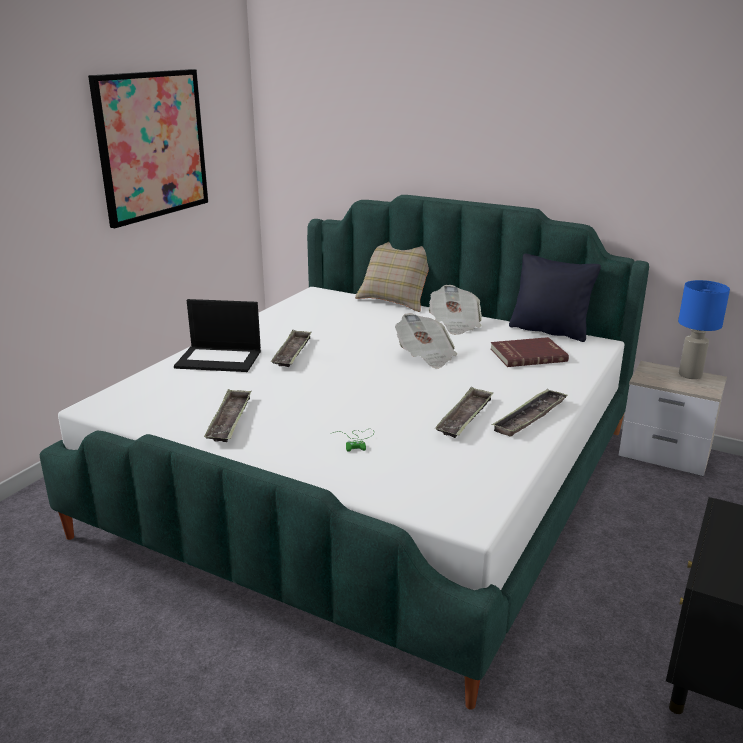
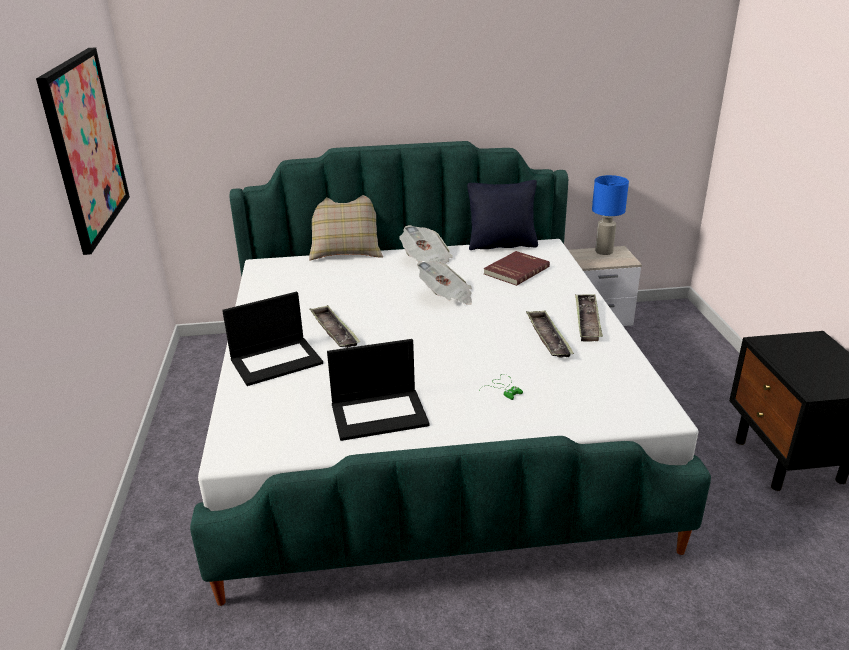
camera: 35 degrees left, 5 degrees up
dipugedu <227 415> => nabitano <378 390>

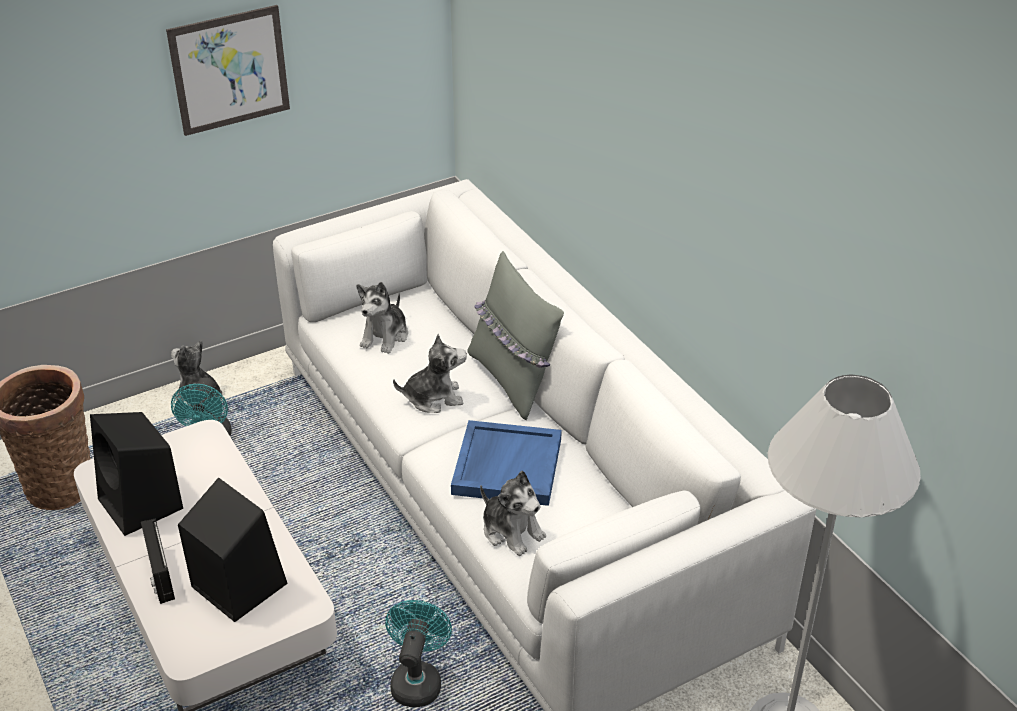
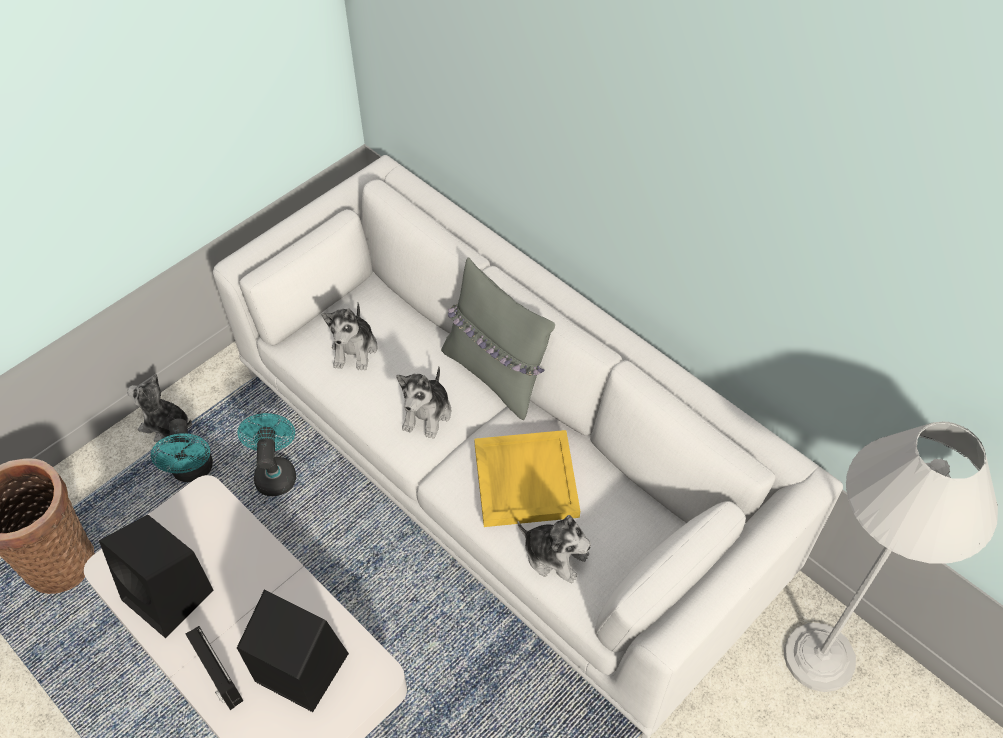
camera: 15 degrees left, 15 degrees up
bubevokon <228 70> => nothing
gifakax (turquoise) <418 653> => gifakax (turquoise) <266 454>, shifted
dipugedu (blue) <506 463> => dipugedu (yellow) <527 478>
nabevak <430 373> => nabevak <423 402>, 135 degrees clockwise

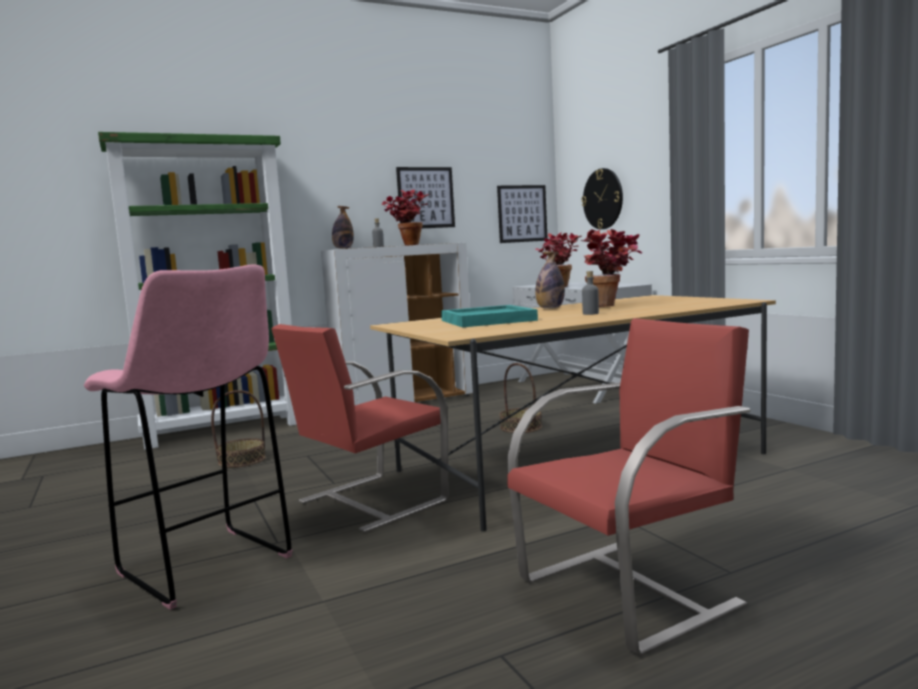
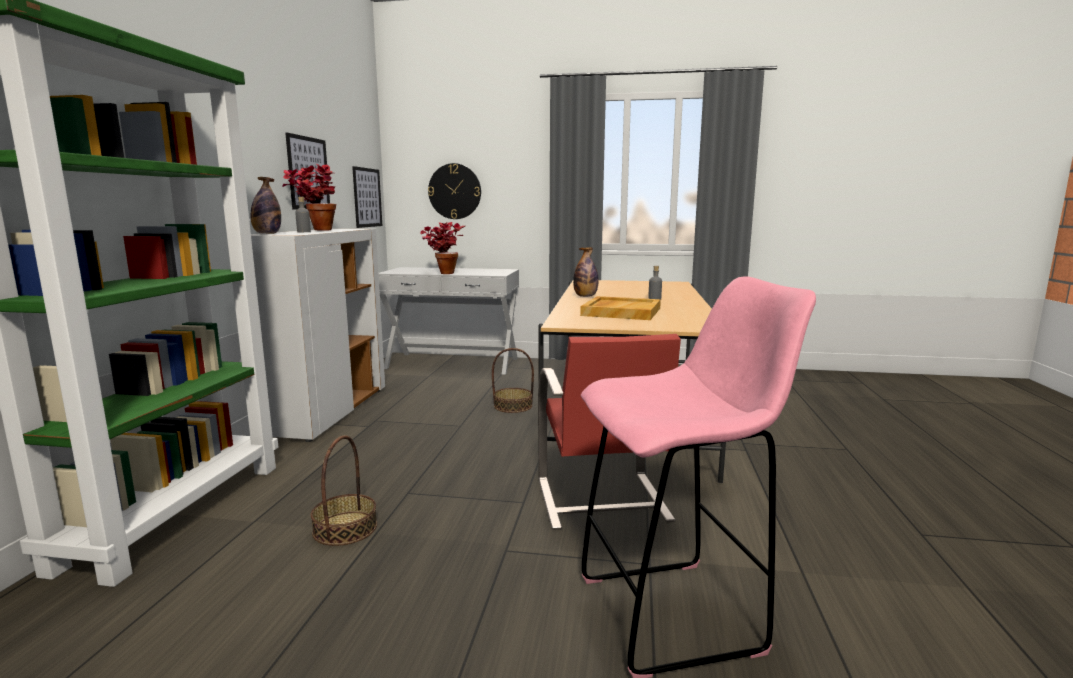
camera: 55 degrees left, 5 degrees up
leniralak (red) <628 487> => nothing
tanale <611 268> => nothing
dipugedu (turquoise) <489 316> => dipugedu (beige) <620 308>

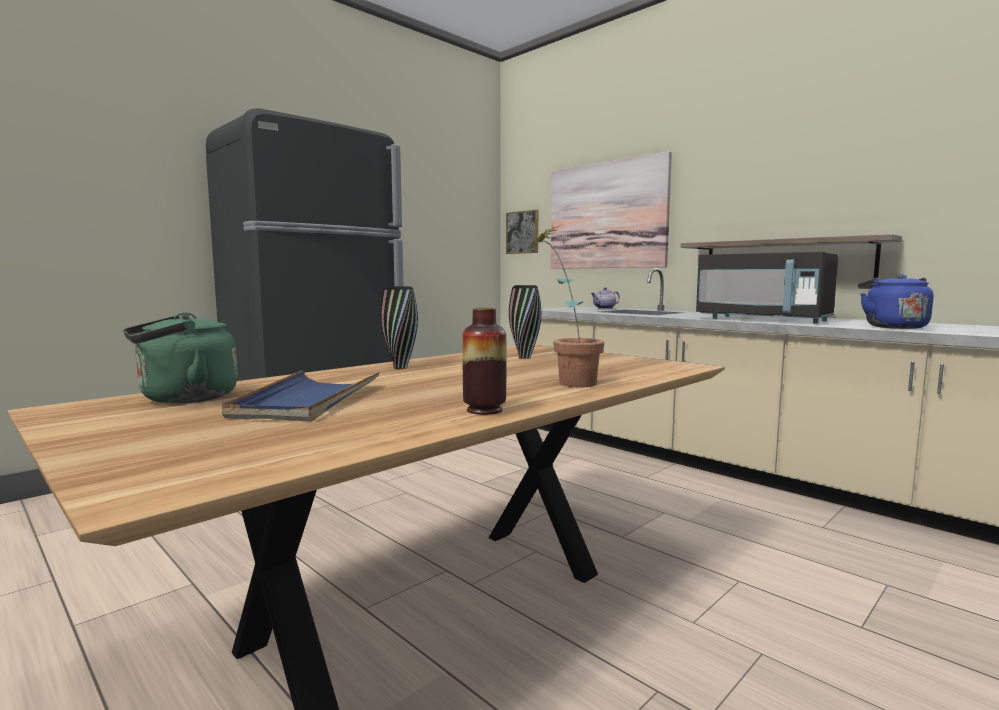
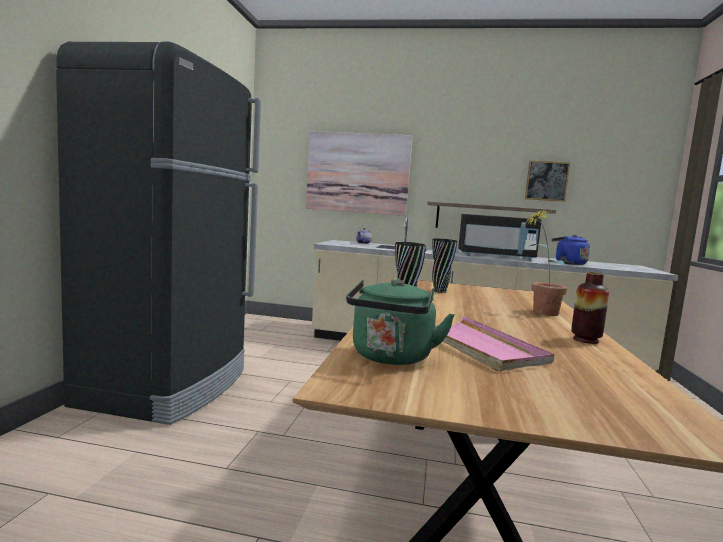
camera: 35 degrees left, 0 degrees up
bubevokon <522 231> => bubevokon <547 181>, shifted
dipugedu (blue) <301 395> => dipugedu (pink) <498 344>

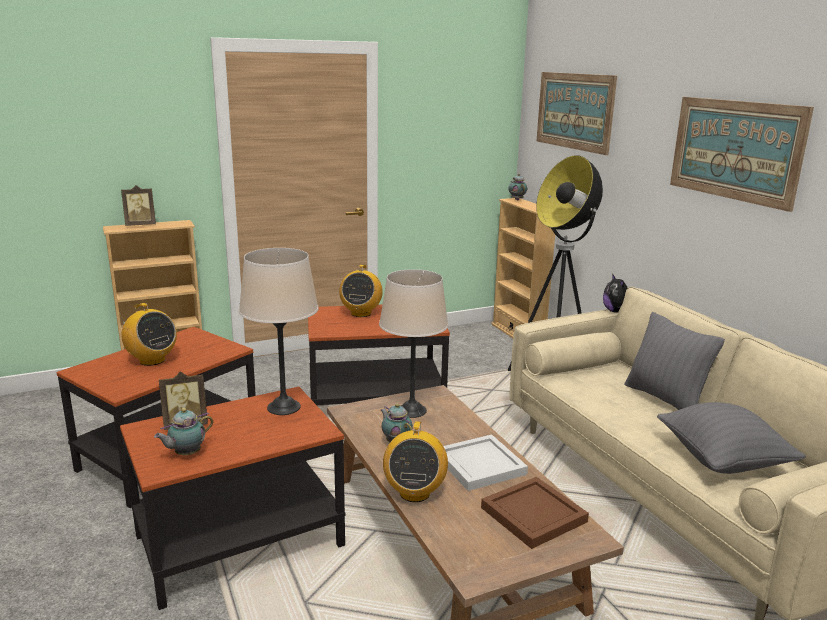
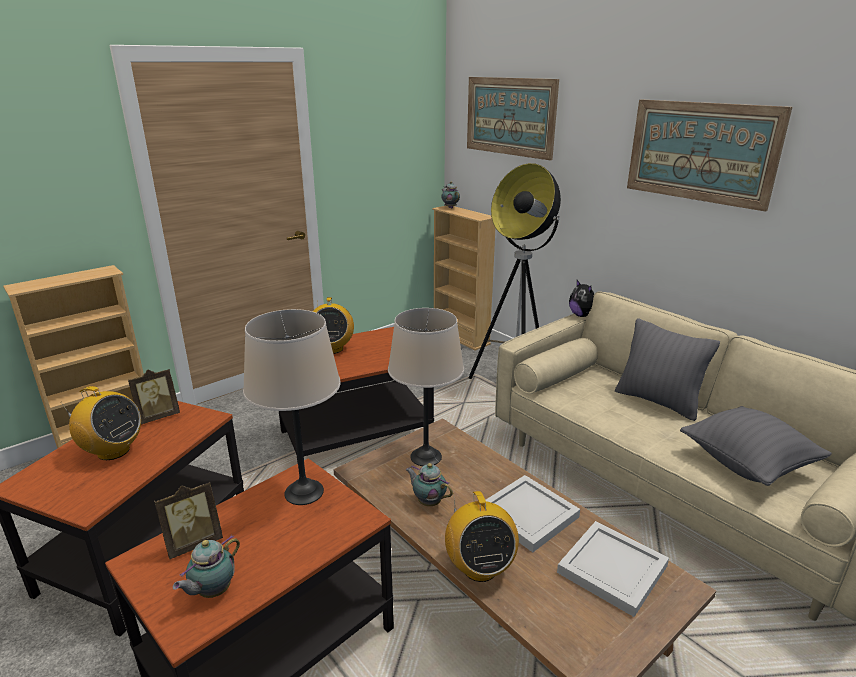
camera: 15 degrees left, 5 degrees up
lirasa <138 205> => lirasa <154 396>, shifted
dipugedu (brown) <535 513> => dipugedu (white) <613 569>

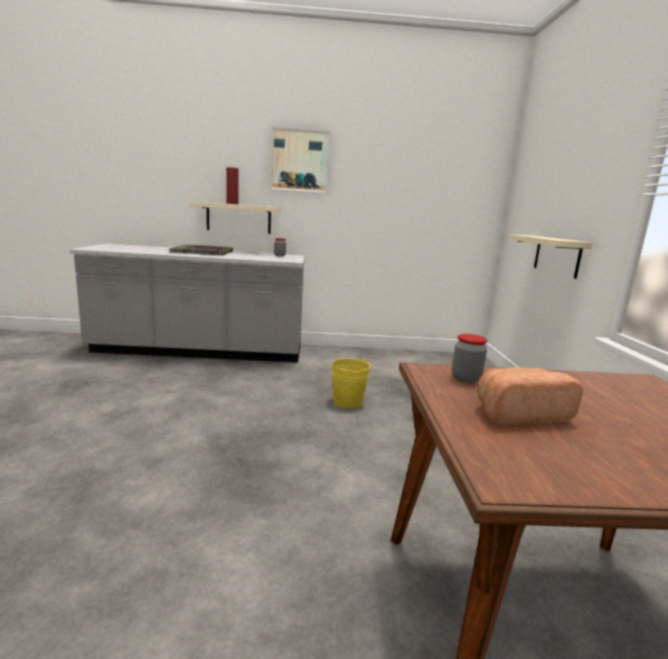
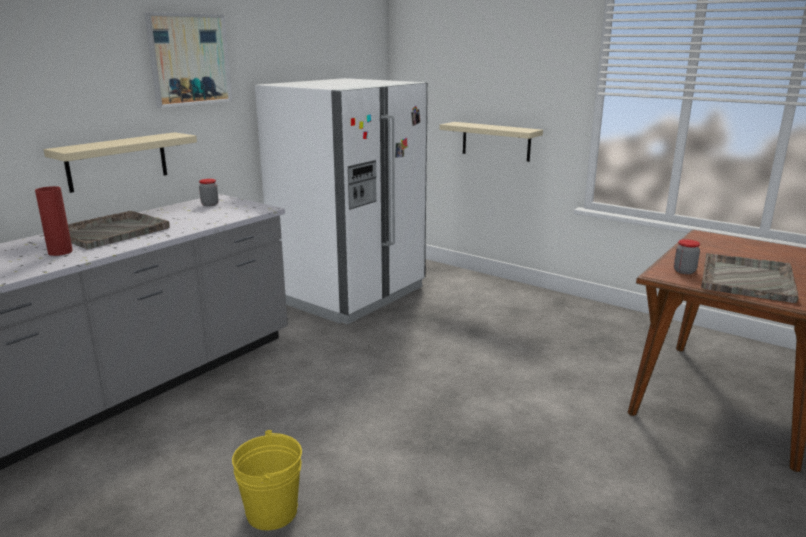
camera: 50 degrees left, 5 degrees up
nothing => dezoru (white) <341 201>
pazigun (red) <232 185> => pazigun (red) <54 221>, shifted
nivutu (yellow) <351 383> => nivutu (yellow) <267 480>, shifted
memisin <530 396> => dipugedu (grey) <750 278>

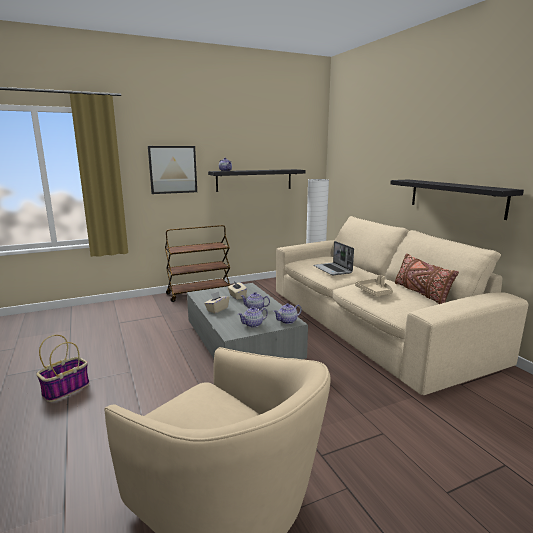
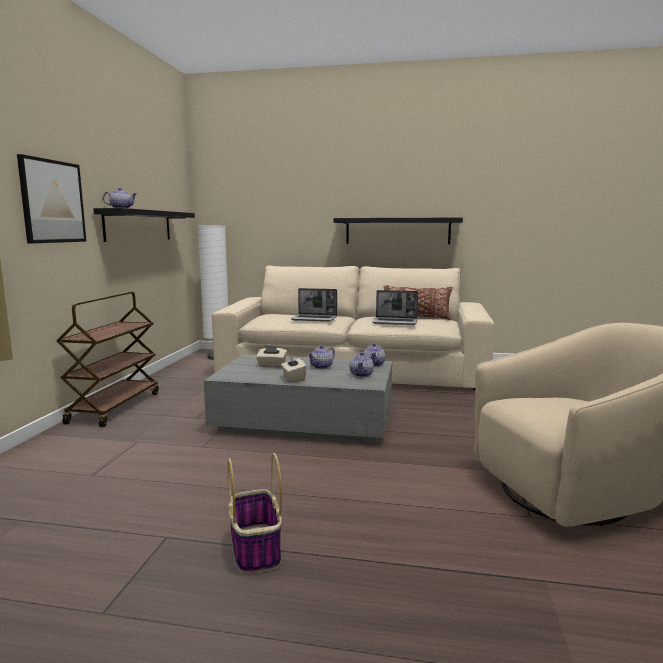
camera: 55 degrees left, 5 degrees down
dipugedu (beige) <374 285> => nabitano <395 307>

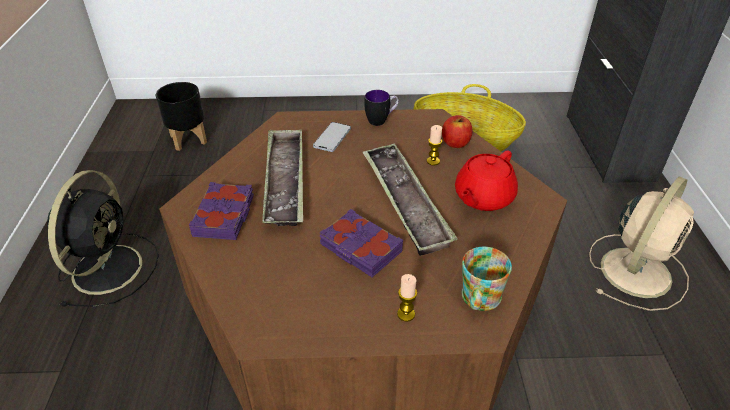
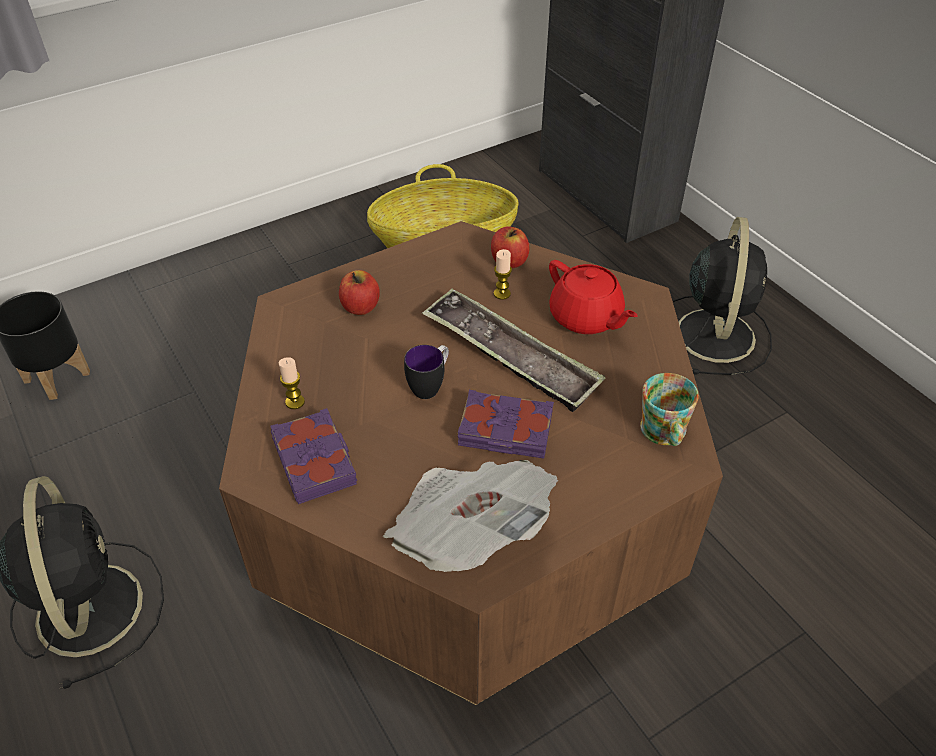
camera: 30 degrees left, 5 degrees up
dipugedu <282 177> => nothing
nothing => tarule <470 516>
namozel <381 108> => namozel <426 372>, shifted
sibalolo <407 298> => sibalolo <292 383>, shifted
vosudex <332 137> => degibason <359 292>
gifakax (beige) <641 243> => gifakax (black) <722 296>
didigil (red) <486 180> => didigil (red) <593 297>, 45 degrees counterclockwise

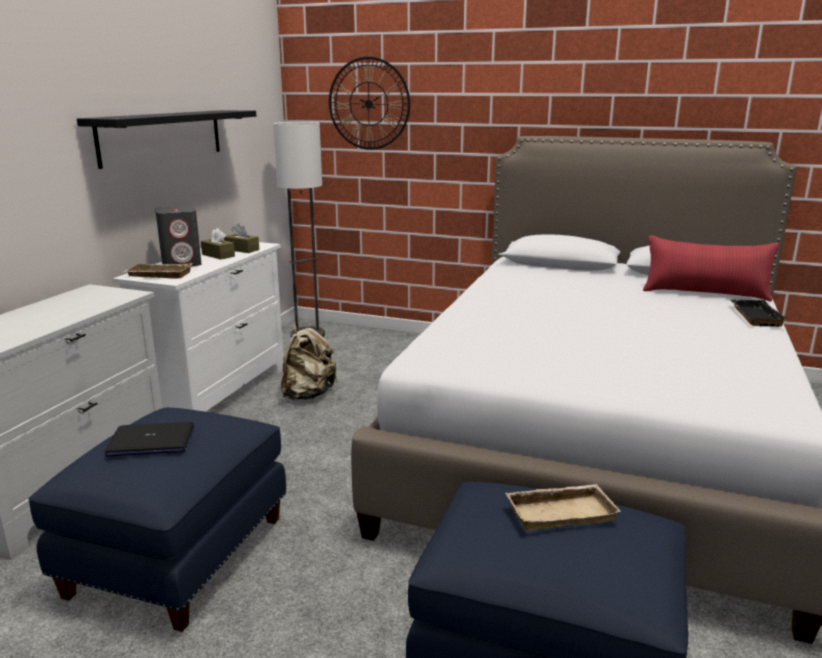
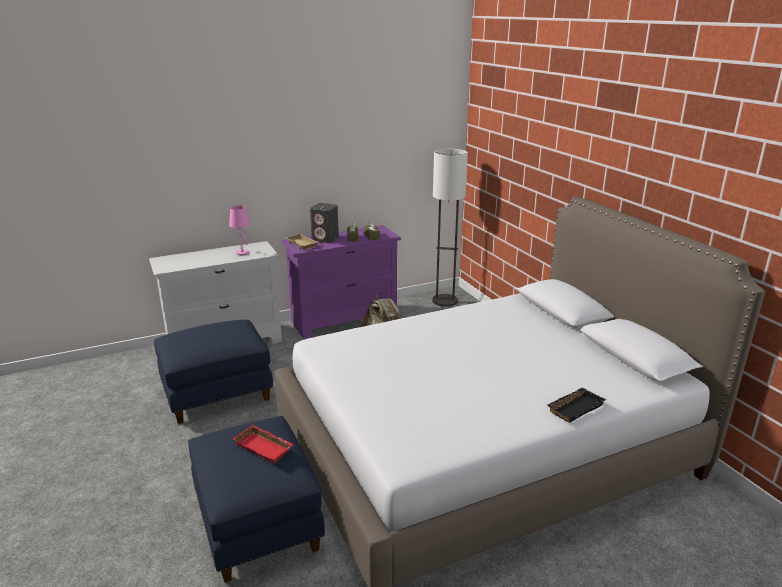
camera: 45 degrees right, 5 degrees up
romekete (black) <166 139> => nothing
nabitano <149 439> => nothing
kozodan <369 103> => nothing
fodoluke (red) <711 268> => nothing
nothing => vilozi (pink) <239 230>
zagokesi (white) <198 327> => zagokesi (purple) <341 282>
dipugedu (beige) <563 507> => dipugedu (red) <263 444>

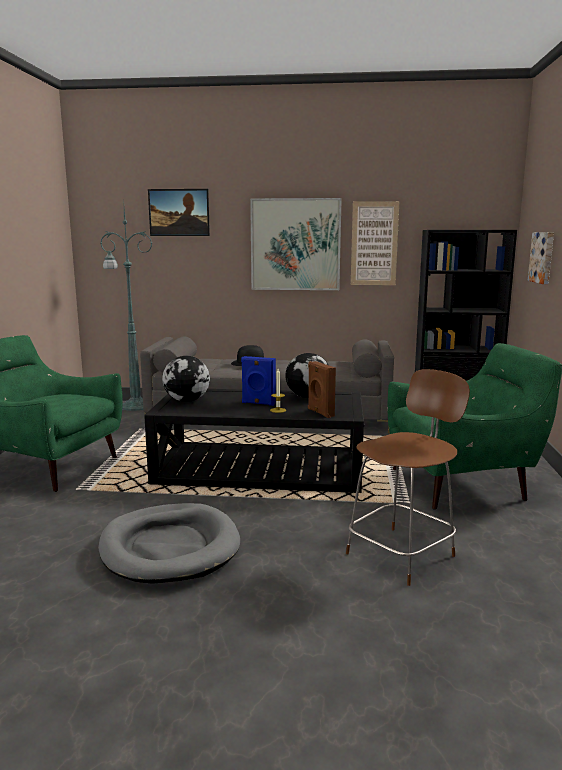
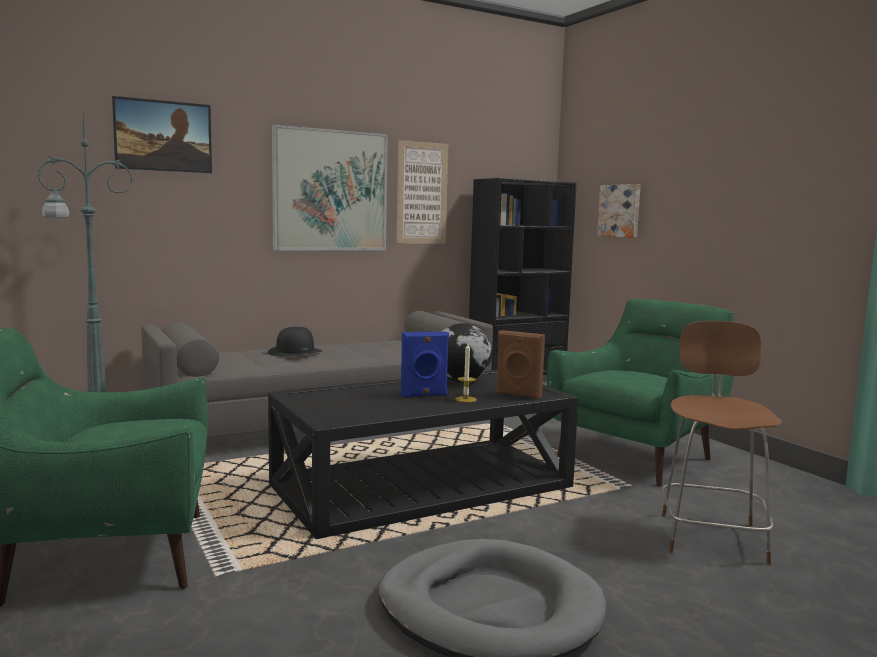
camera: 35 degrees left, 5 degrees down
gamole <186 379> => nothing

